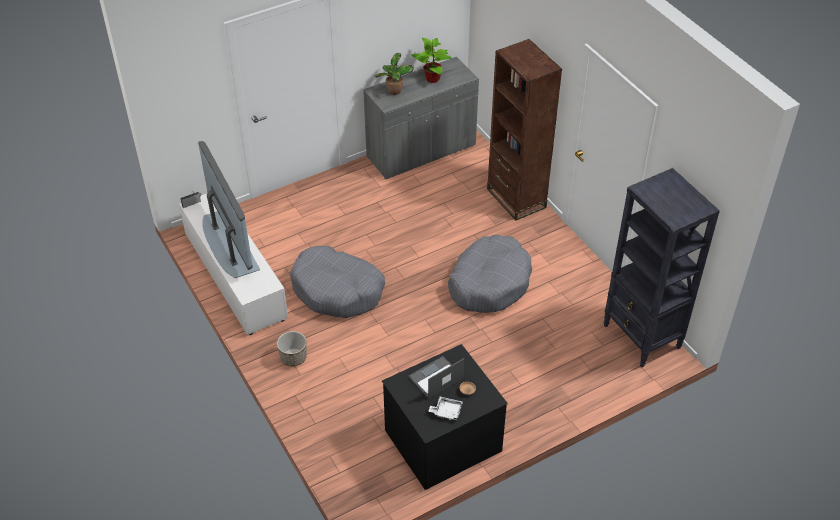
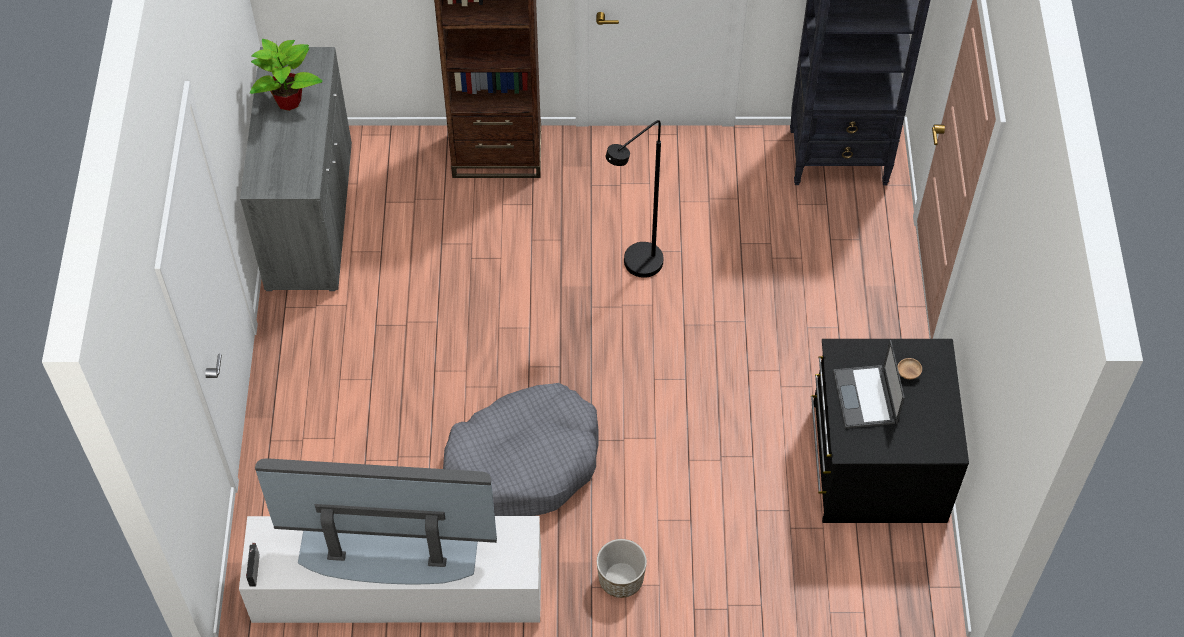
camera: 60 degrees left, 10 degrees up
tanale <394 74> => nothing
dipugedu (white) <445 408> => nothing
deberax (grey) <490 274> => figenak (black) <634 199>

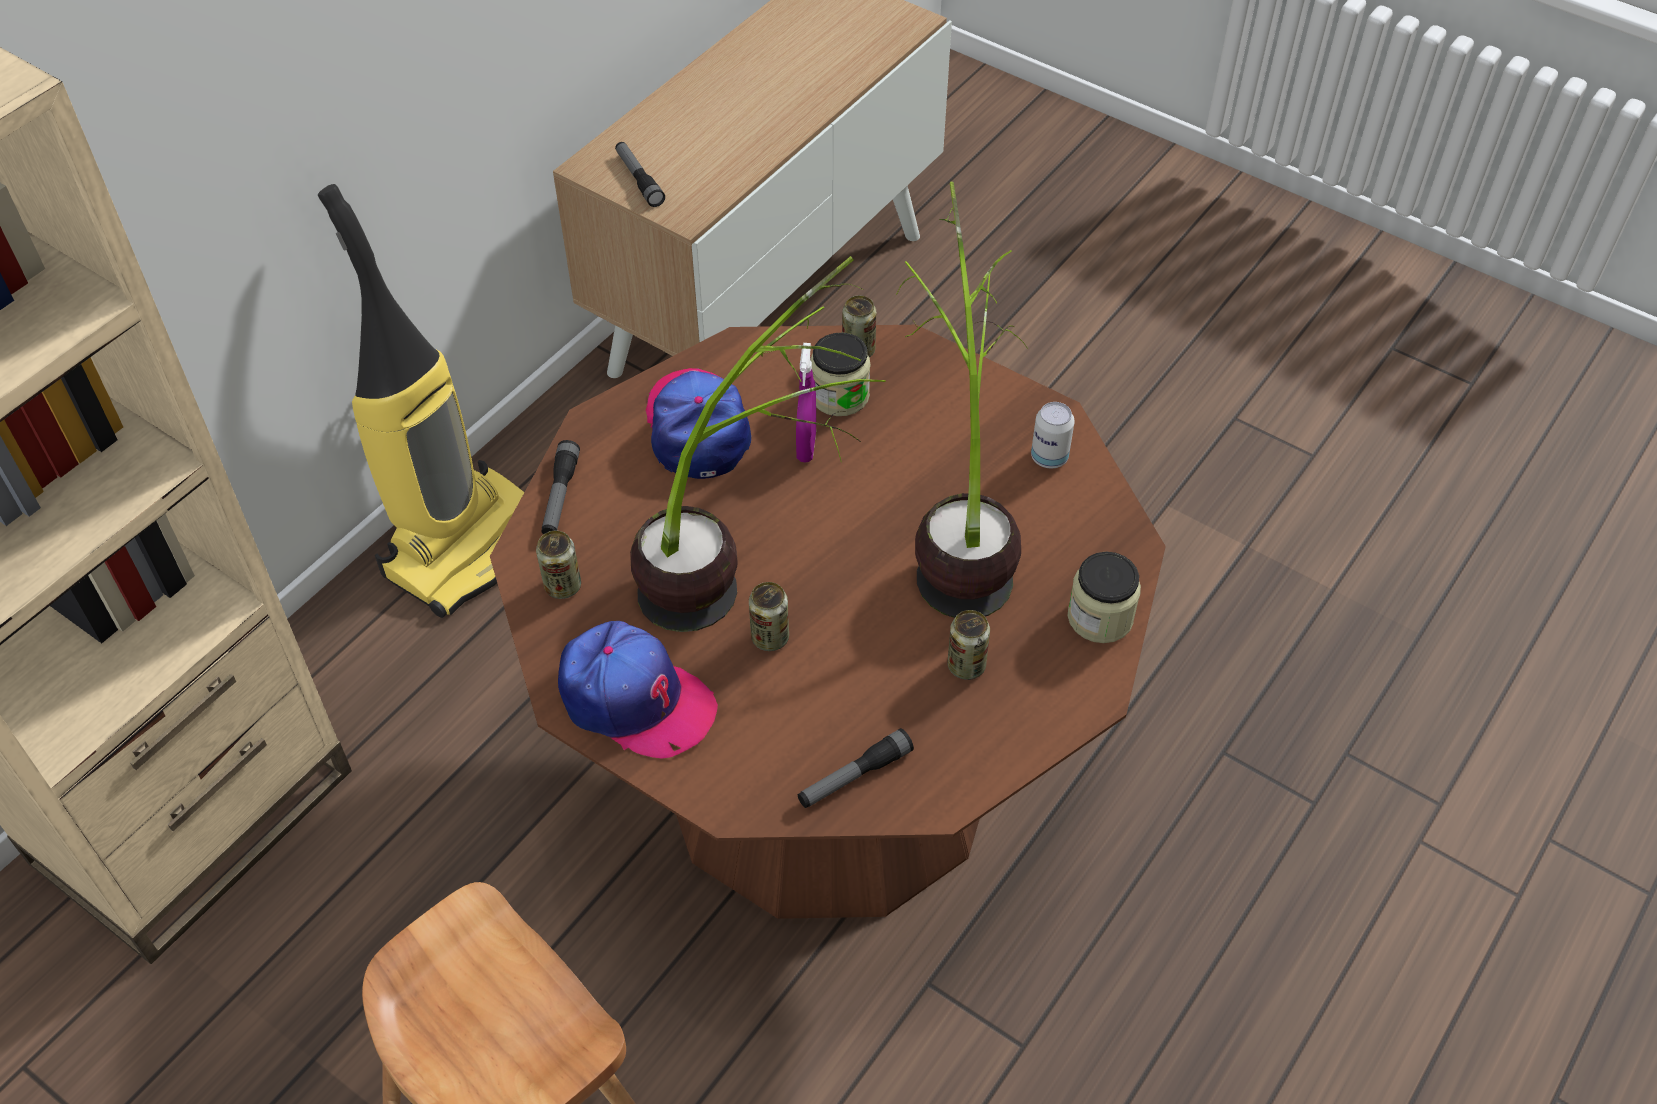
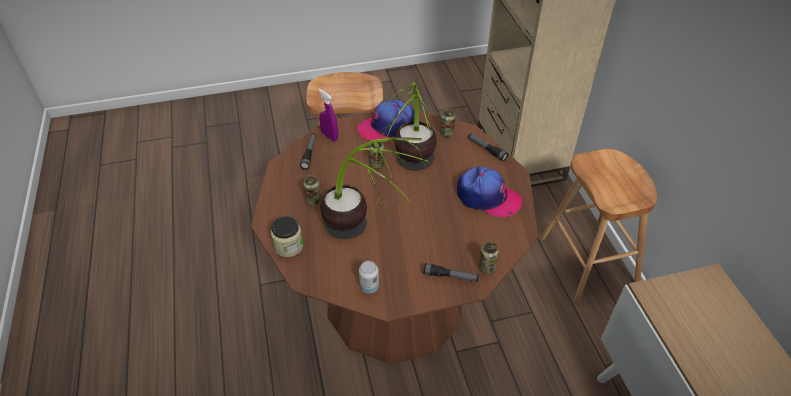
camera: 130 degrees right, 5 degrees down
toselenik <840 374> => nothing
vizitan <640 174> => vizitan <451 272>, shifted
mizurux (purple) <806 403> => mizurux (purple) <328 115>, shifted
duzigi <421 401> => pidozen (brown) <598 225>

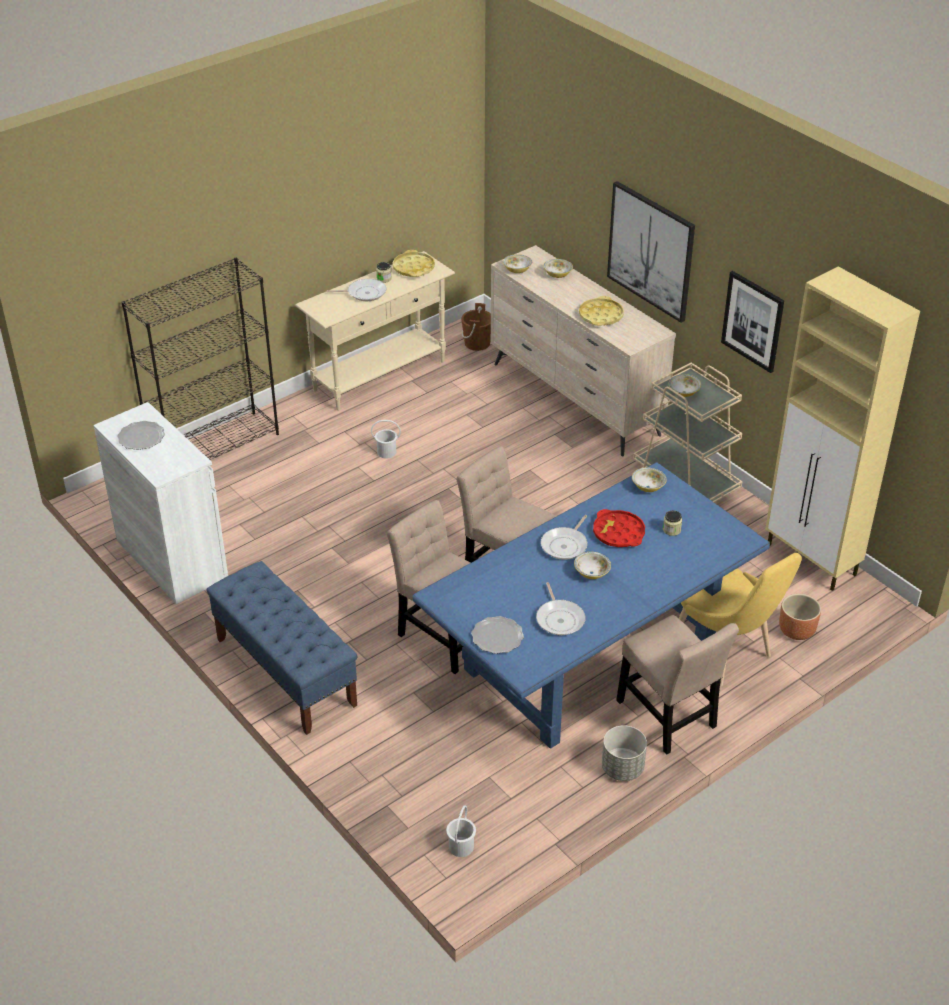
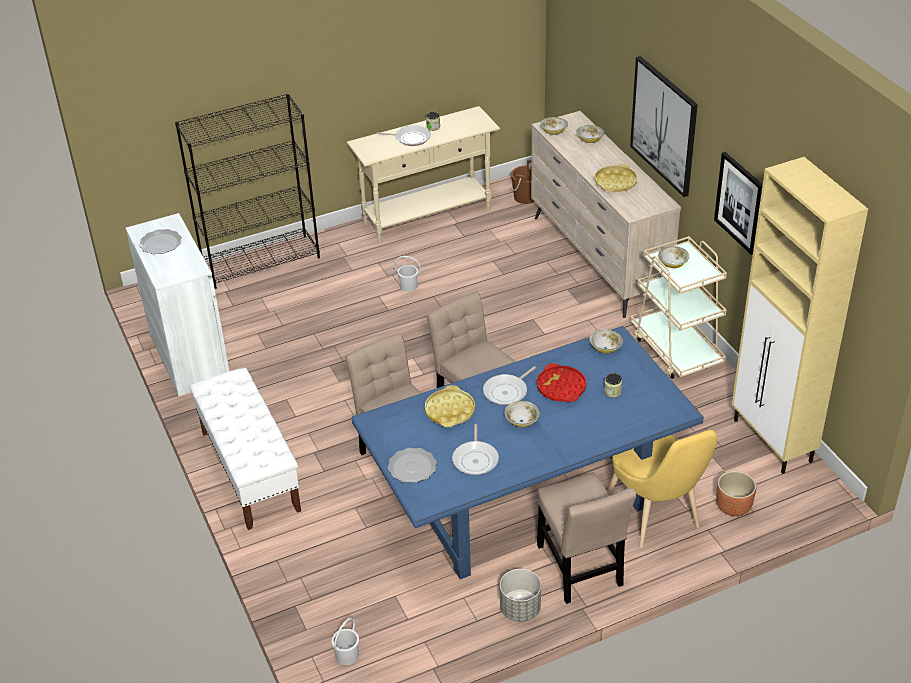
camera: 15 degrees right, 0 degrees up
dipugedu (yellow) <413 263> => dipugedu (yellow) <450 406>, shifted
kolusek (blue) <282 648> => kolusek (white) <245 449>

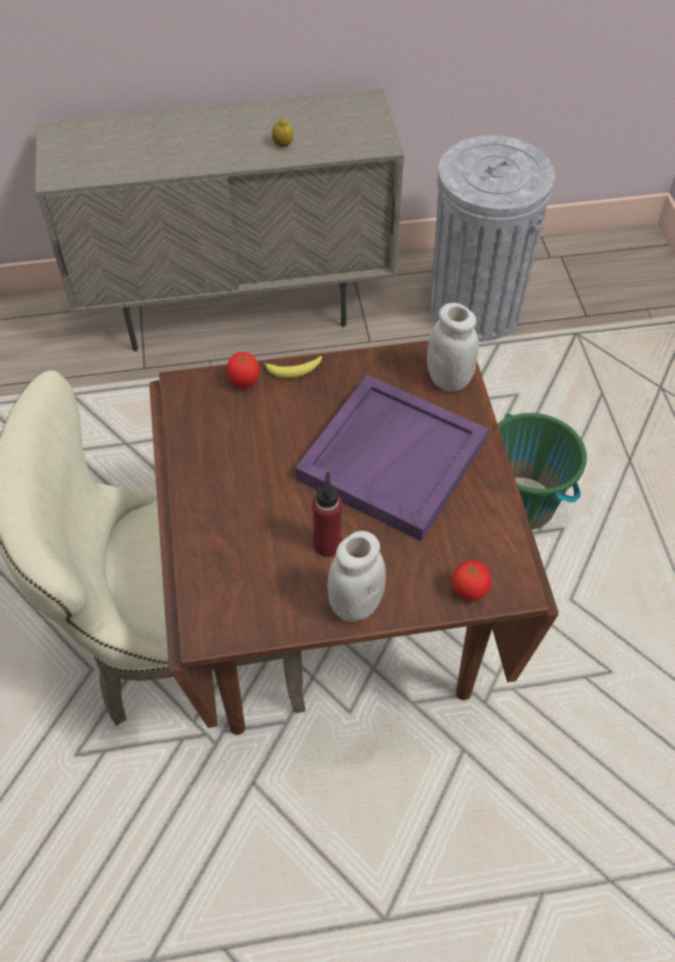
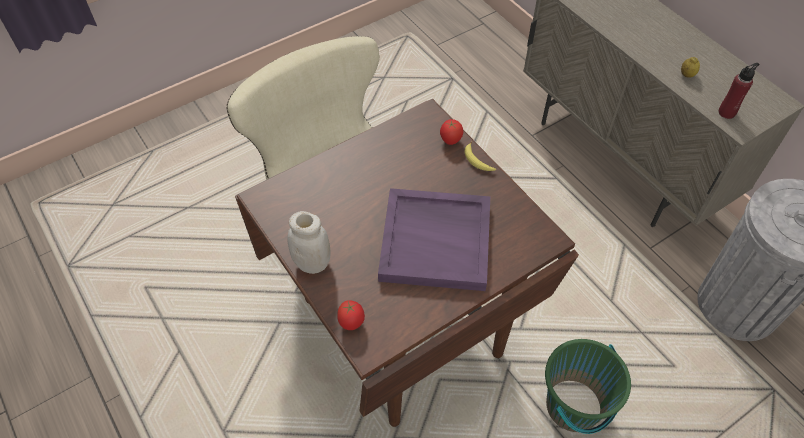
camera: 65 degrees right, 0 degrees up
toselenik (white) <453 347> => nothing
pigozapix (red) <327 514> => pigozapix (red) <738 91>, shifted

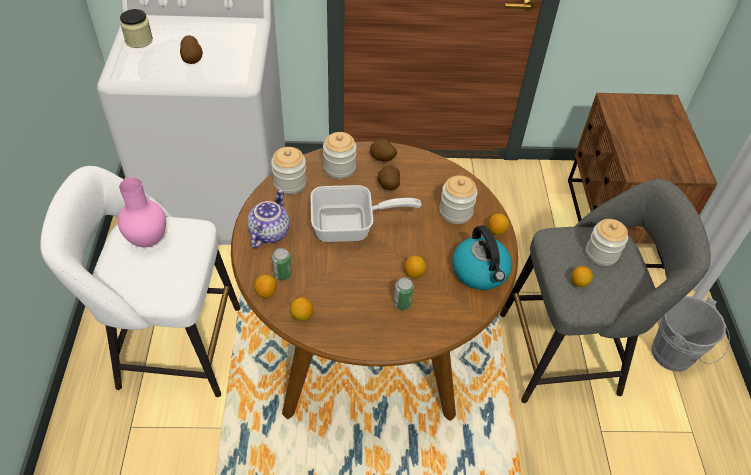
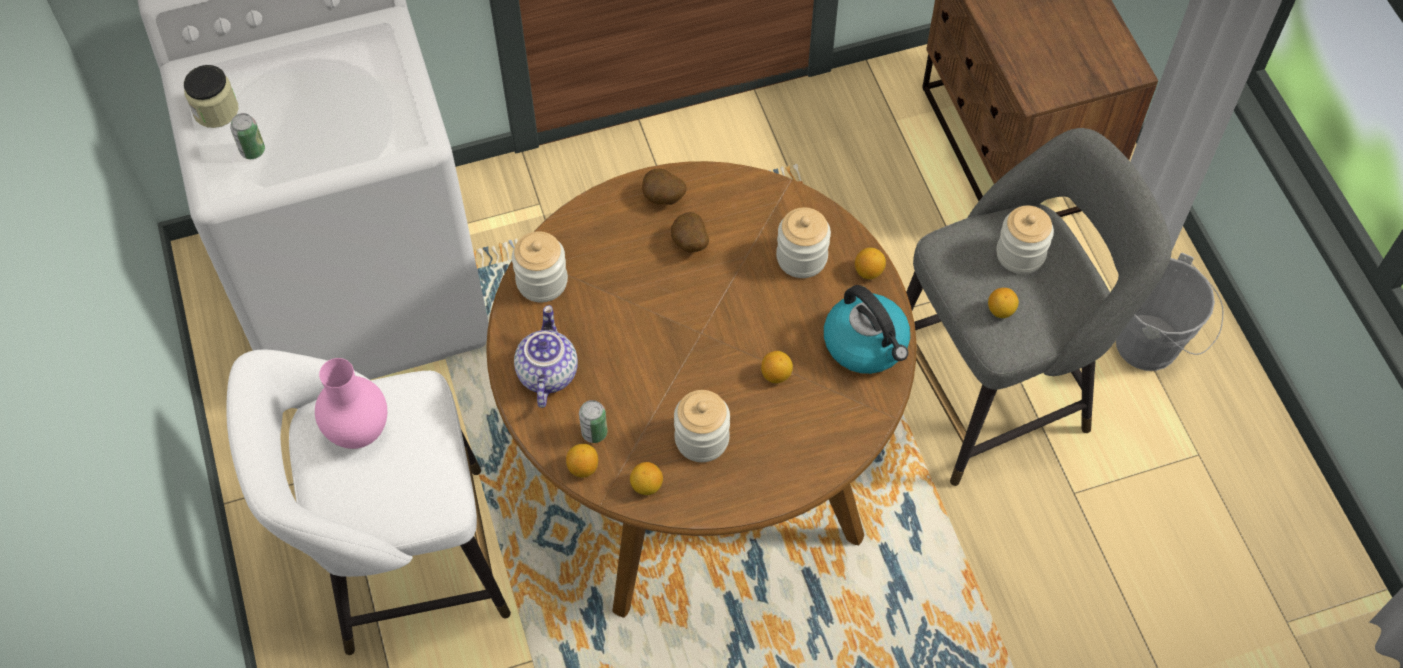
camera: 15 degrees left, 10 degrees up
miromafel <191 49> => nothing
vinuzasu <366 213> => nothing
toselenik <340 155> => toselenik <702 426>, shifted
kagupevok <404 293> => kagupevok <247 136>, shifted

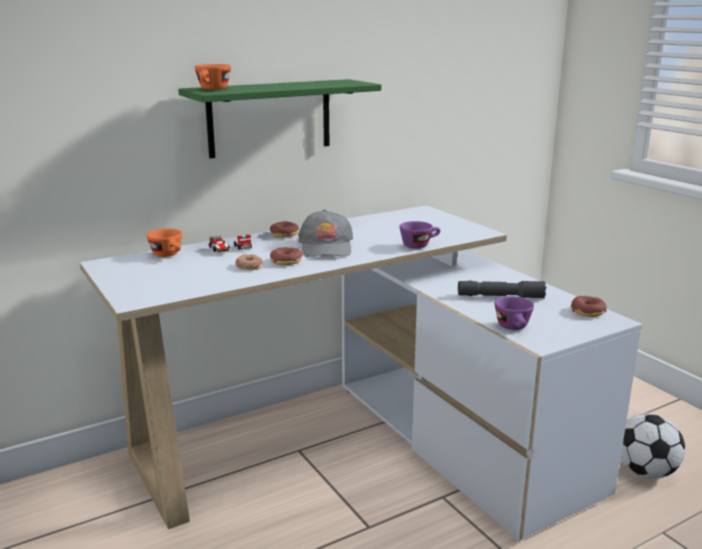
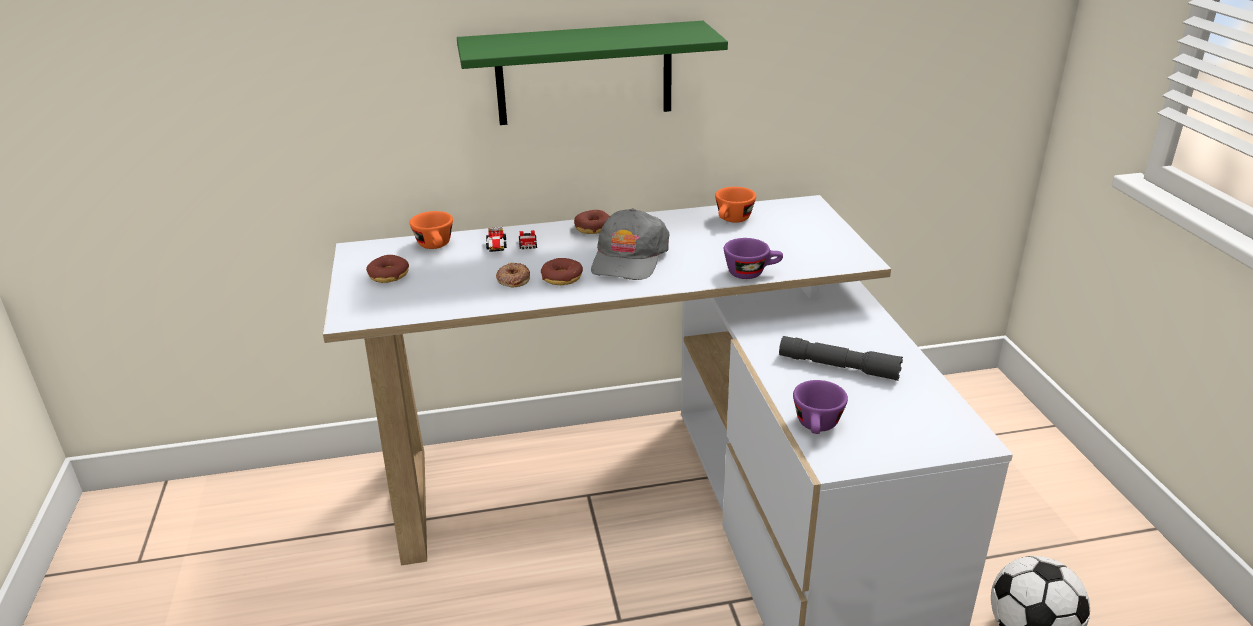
camera: 20 degrees right, 10 degrees up
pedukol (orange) <213 77> => pedukol (orange) <735 205>, shifted
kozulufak <589 306> => kozulufak <387 269>, shifted

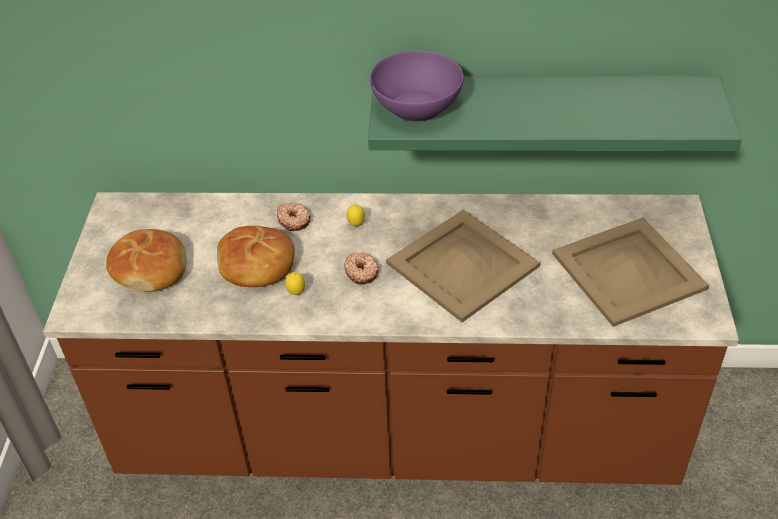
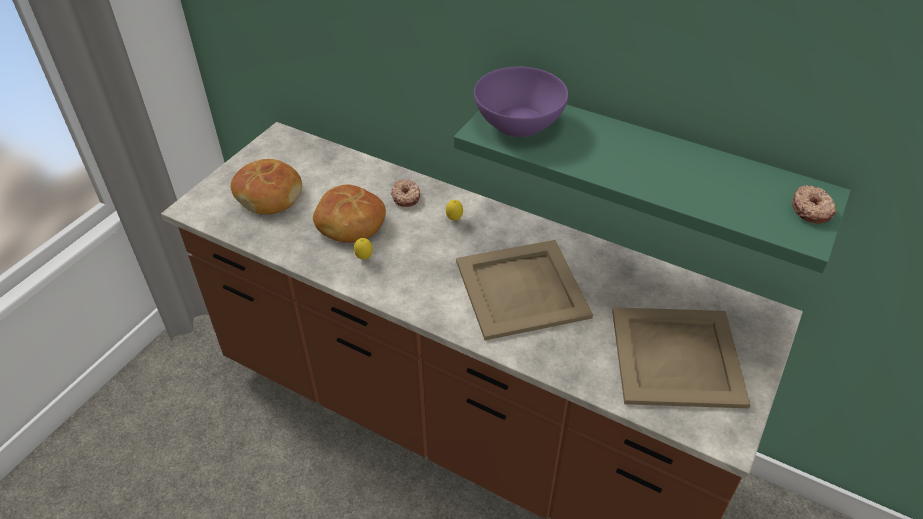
camera: 25 degrees right, 0 degrees up
kozulufak <361 268> => kozulufak <814 204>, shifted

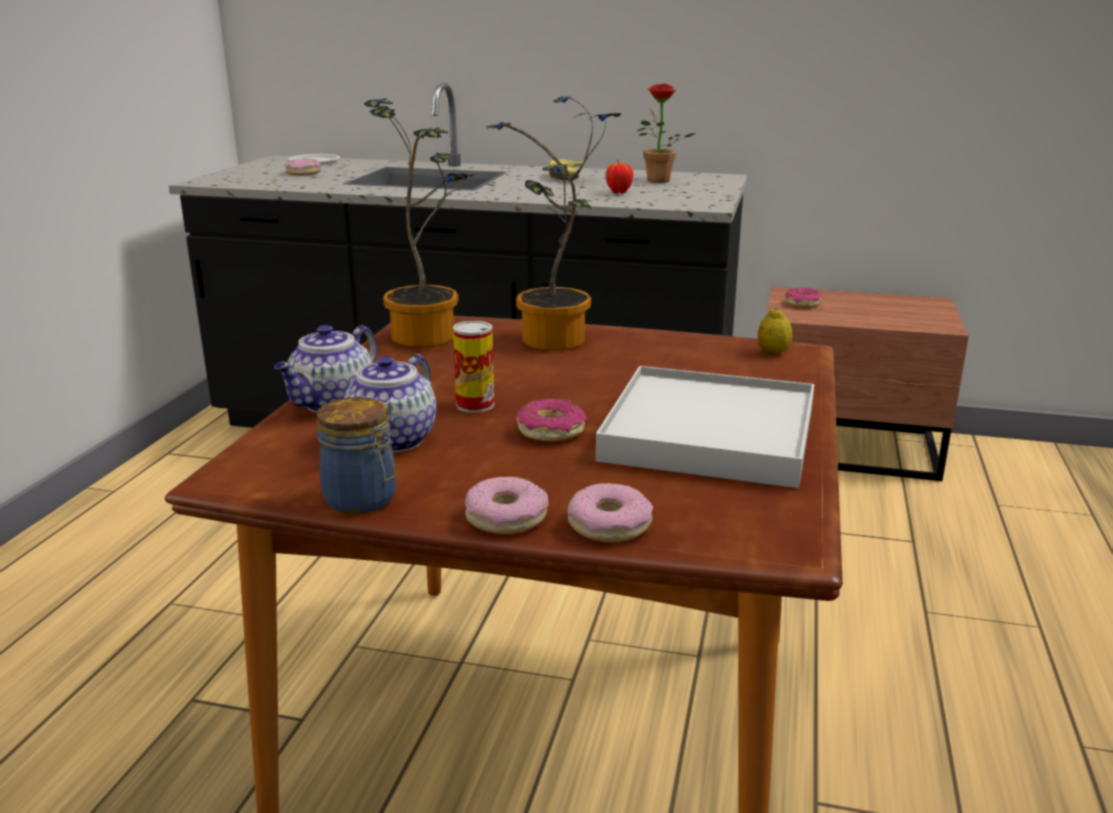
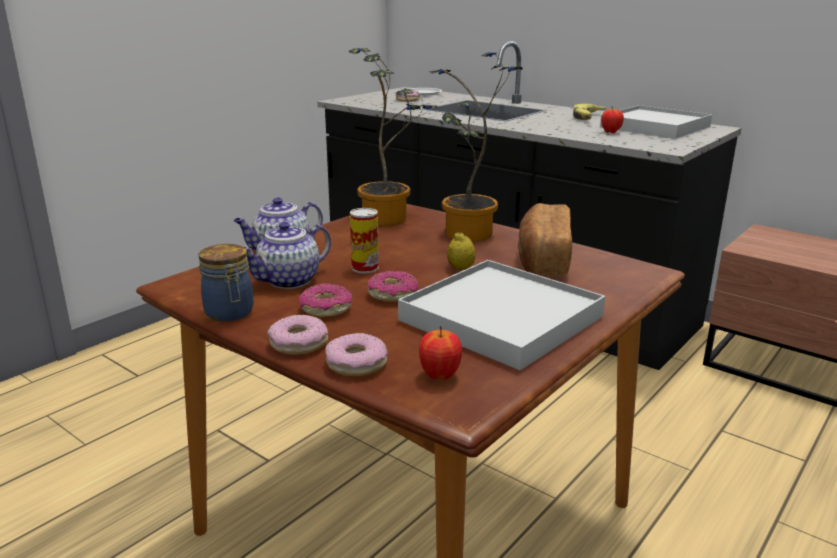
camera: 25 degrees right, 0 degrees up
nothing => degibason <440 353>
nothing => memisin <545 239>
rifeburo <775 331> => rifeburo <461 251>, shifted
kozulufak <803 297> => kozulufak <325 300>, shifted
tanale <666 133> => dipugedu (white) <656 122>

